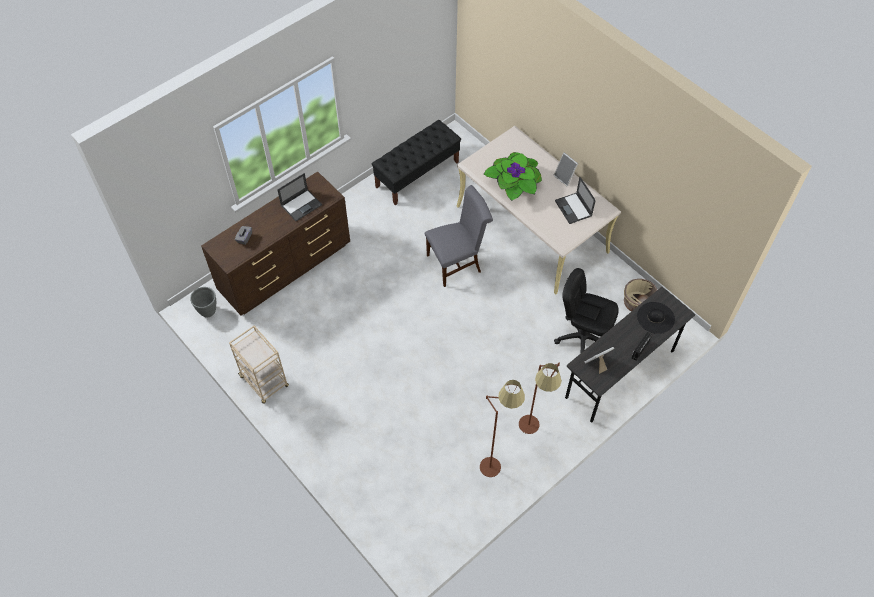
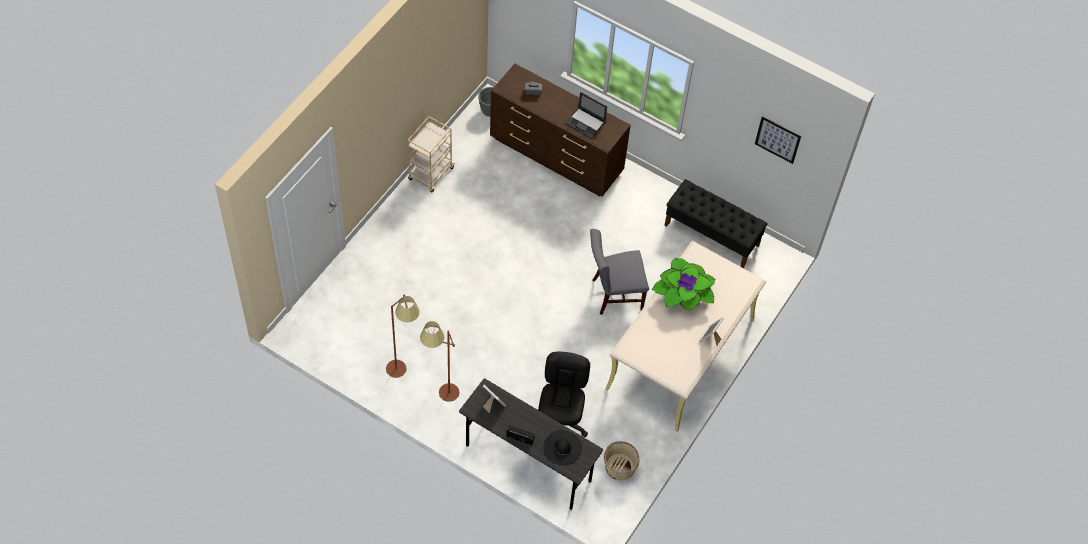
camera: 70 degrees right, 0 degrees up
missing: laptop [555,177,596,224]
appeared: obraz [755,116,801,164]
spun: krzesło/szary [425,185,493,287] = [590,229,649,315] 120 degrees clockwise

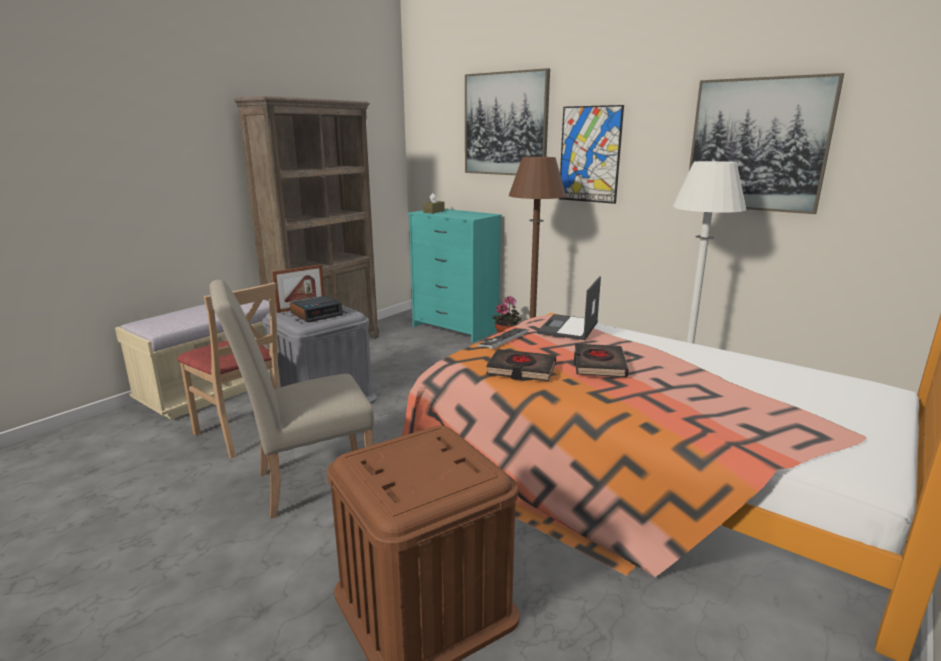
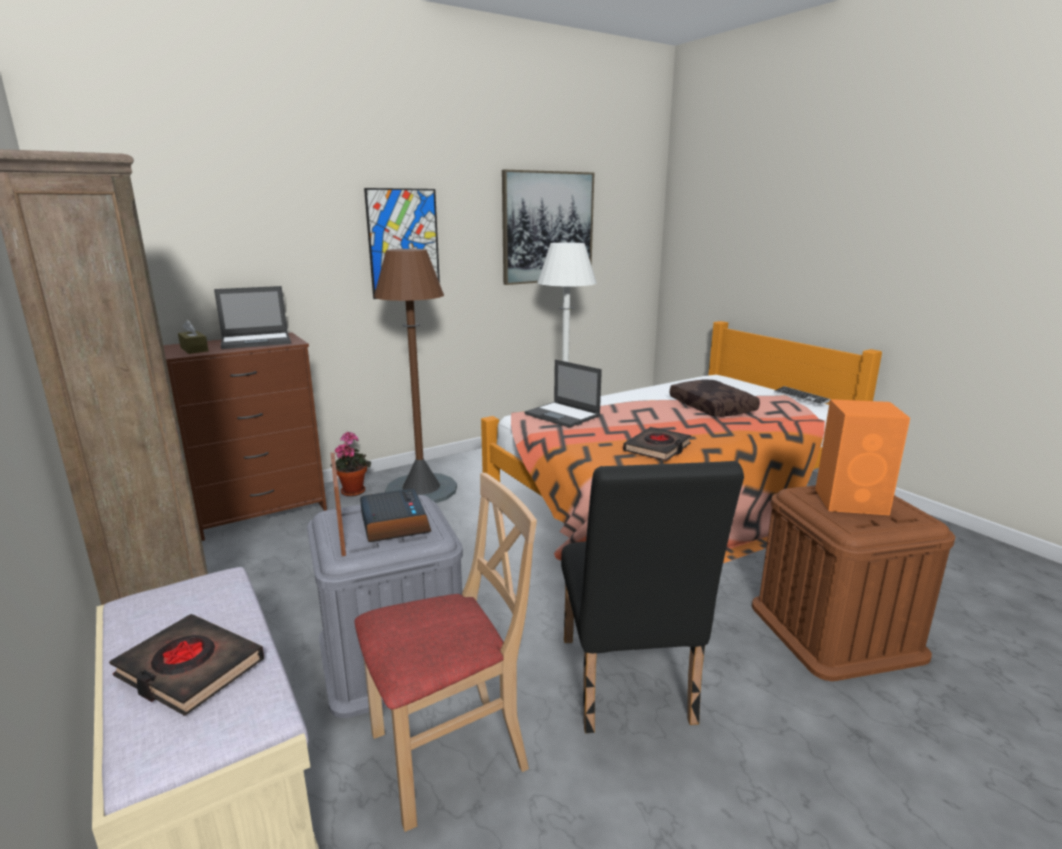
camera: 70 degrees left, 0 degrees up
missing: obraz [465,68,550,175]
appeared: laptop [214,286,291,349]; poduszka/brązowy [670,379,760,417]; głośnik/pomarańczowy [815,399,910,515]
relocated: klawiatura [477,328,529,349] to [774,386,830,405]; książka/czarny [574,343,629,377] to [109,614,264,716]
colour: krzesło/beżowy [209,280,374,518] to krzesło/czarny [561,461,744,733]; komoda/turkusowy [408,209,502,343] to komoda/brązowy [163,333,327,541]

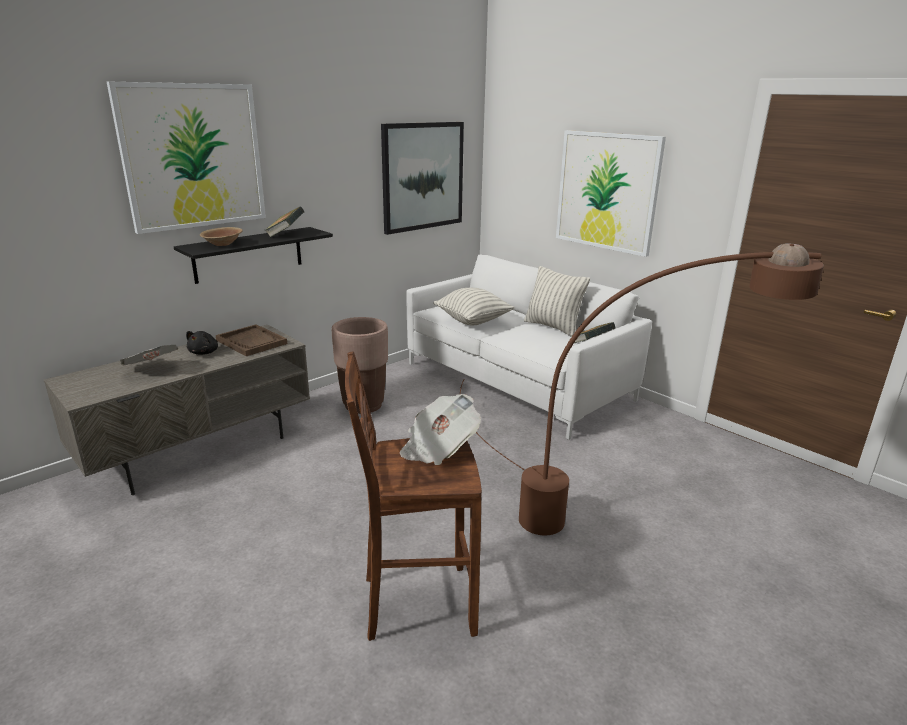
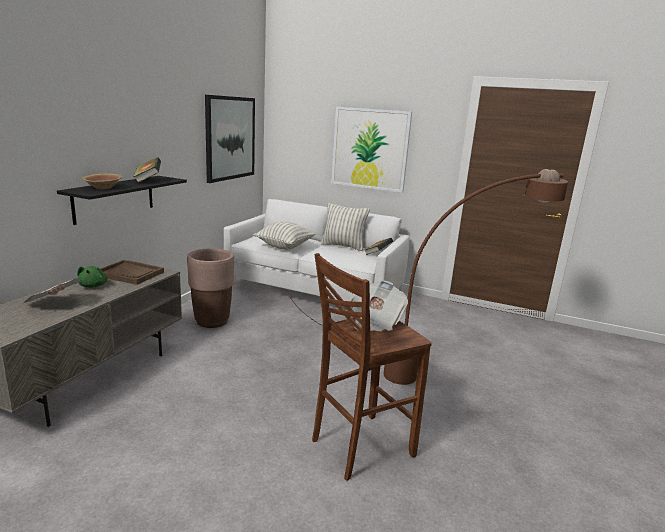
camera: 25 degrees left, 5 degrees down
missing: obraz [107,81,266,234]
colour: pluszak/czarny [186,331,218,355] to pluszak/zielony [77,266,108,288]

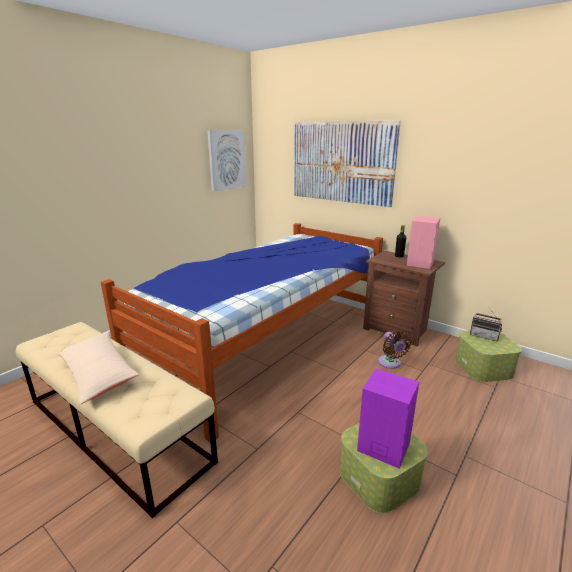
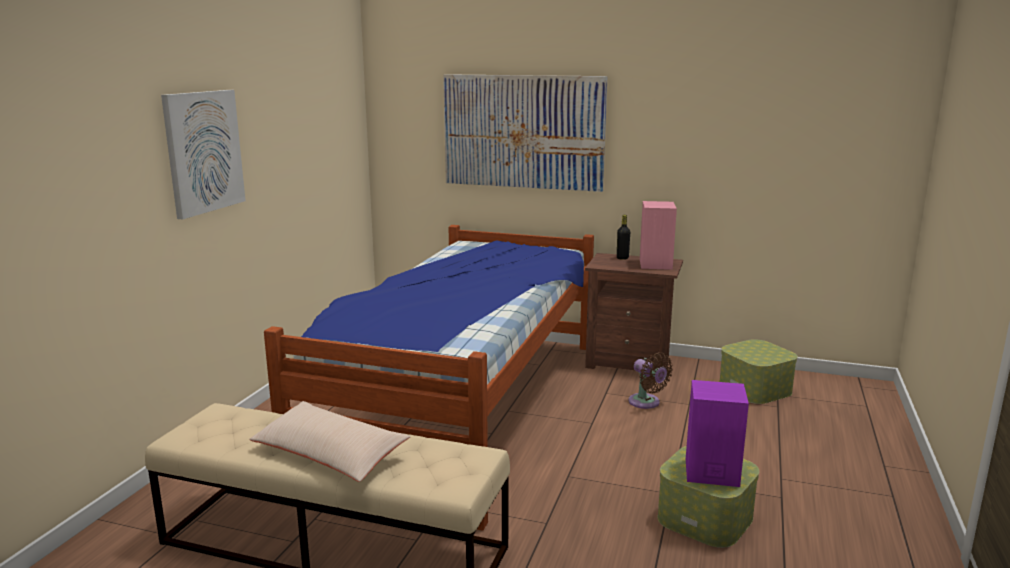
camera: 20 degrees left, 5 degrees down
missing: radio [470,307,502,341]
relocated: obraz [207,130,247,191] to [161,90,246,219]

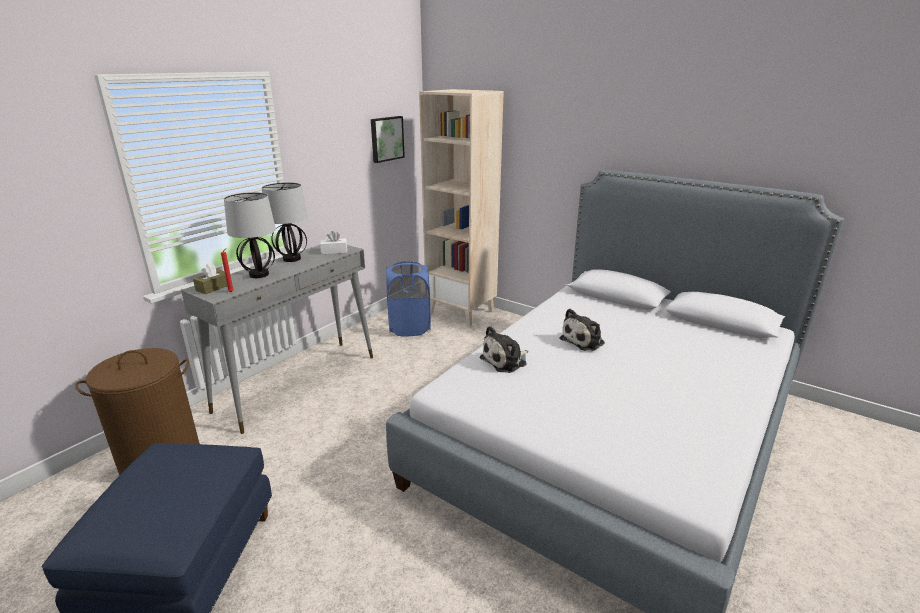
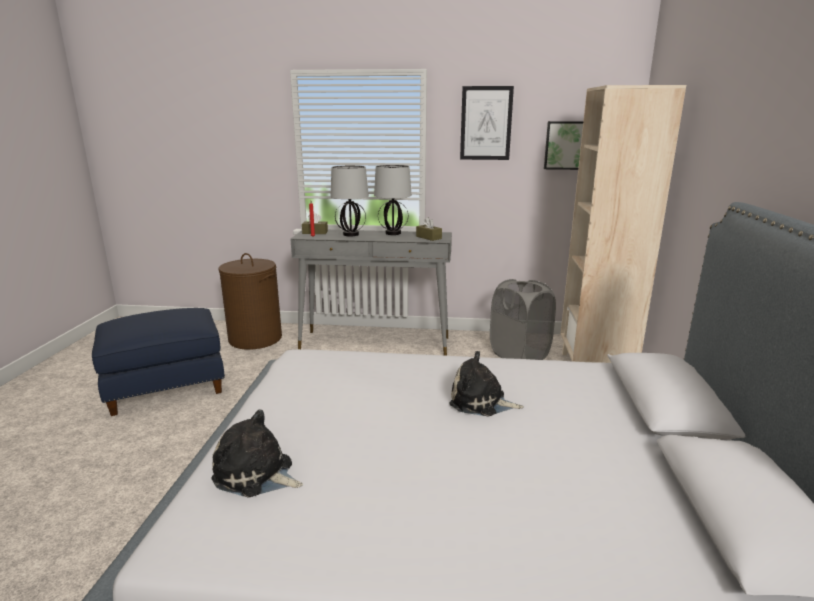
camera: 60 degrees right, 5 degrees down
appeared: obraz [460,86,514,160]
relocated: pluszak [480,326,528,373] to [211,409,303,498]
colour: pudełko chusteczek/biały [320,231,347,254] to pudełko chusteczek/brązowy [416,217,442,241]; kosz na pranie/niebieski [386,261,431,336] to kosz na pranie/szary [490,279,556,360]

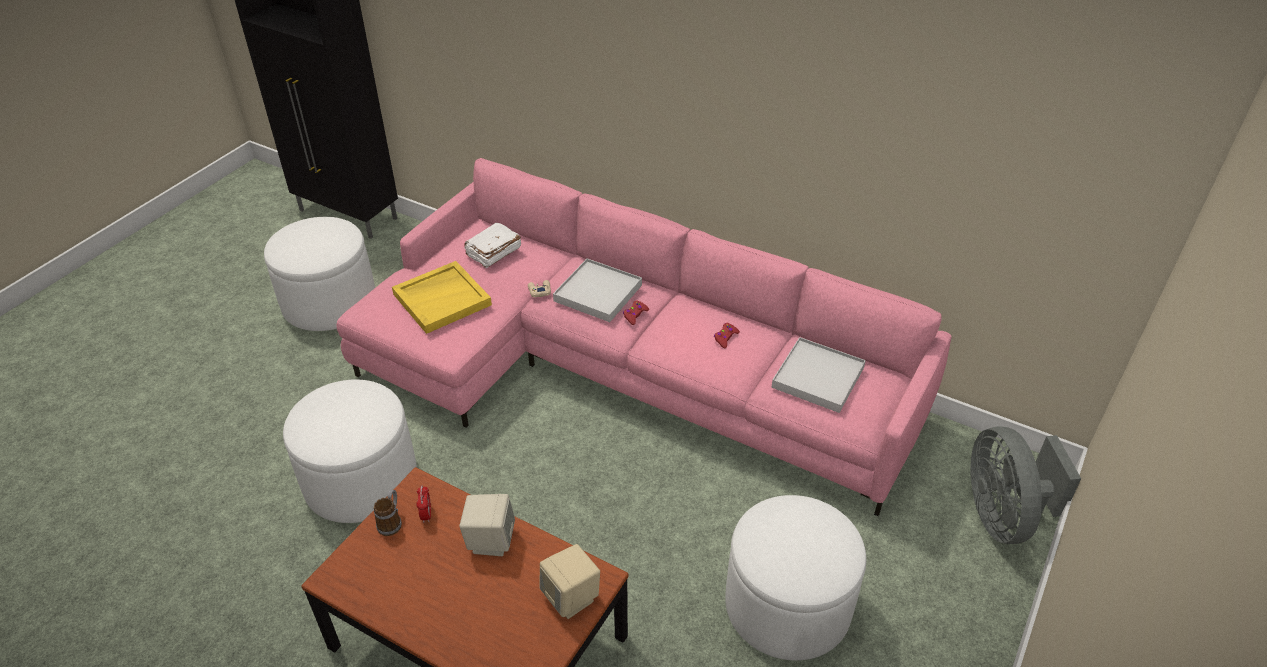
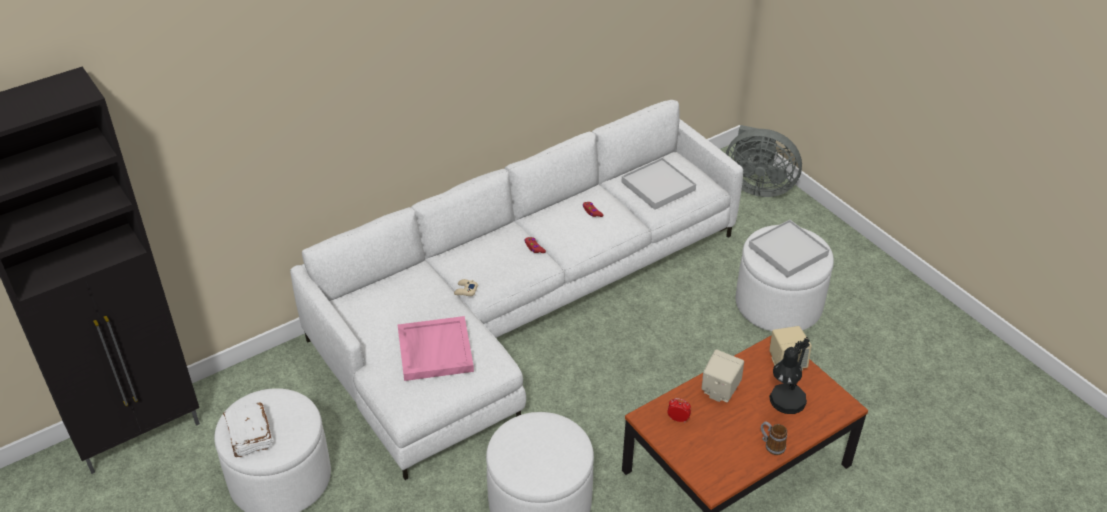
camera: 65 degrees left, 0 degrees up
appeared: lampa stołowa/czarny [769,337,810,414]
relocated: kubek [374,489,402,536] to [761,422,787,455]; książka/biały [464,223,521,268] to [223,402,273,457]; taca/biały [553,258,642,322] to [748,220,829,278]
colour: kanapa/różowy [336,158,952,516] to kanapa/biały [290,100,743,480]; taca/żółty [392,261,492,334] to taca/różowy [398,316,474,381]

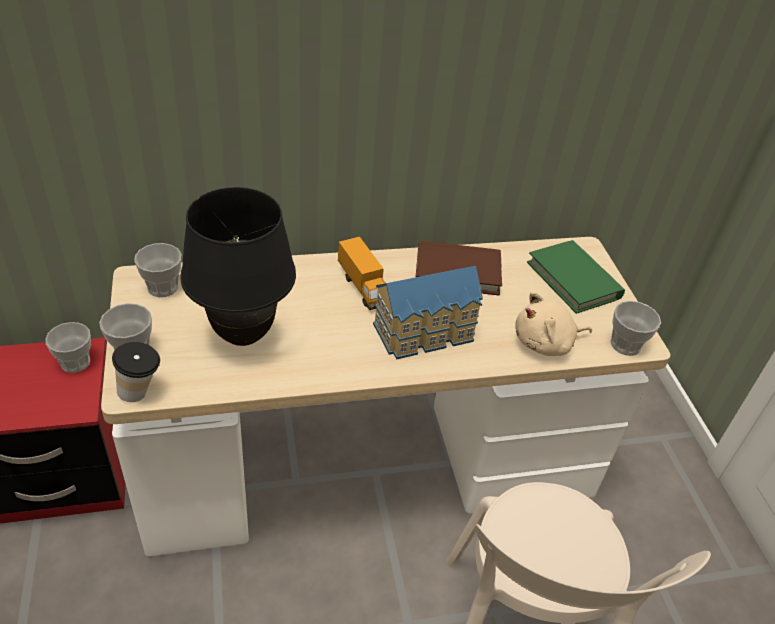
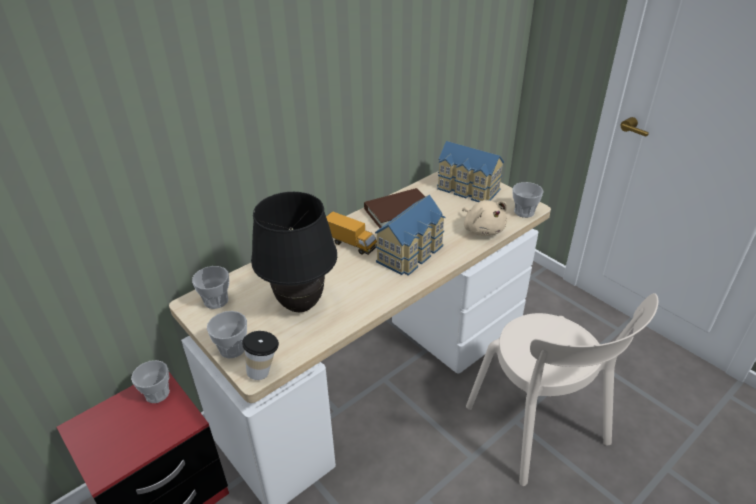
camera: 25 degrees left, 5 degrees down
exchanged: książka/zielony [527,240,625,314] to domek [437,141,504,202]
spun: pluszak/beżowy [515,292,593,356] = [462,200,507,236] 75 degrees counterclockwise

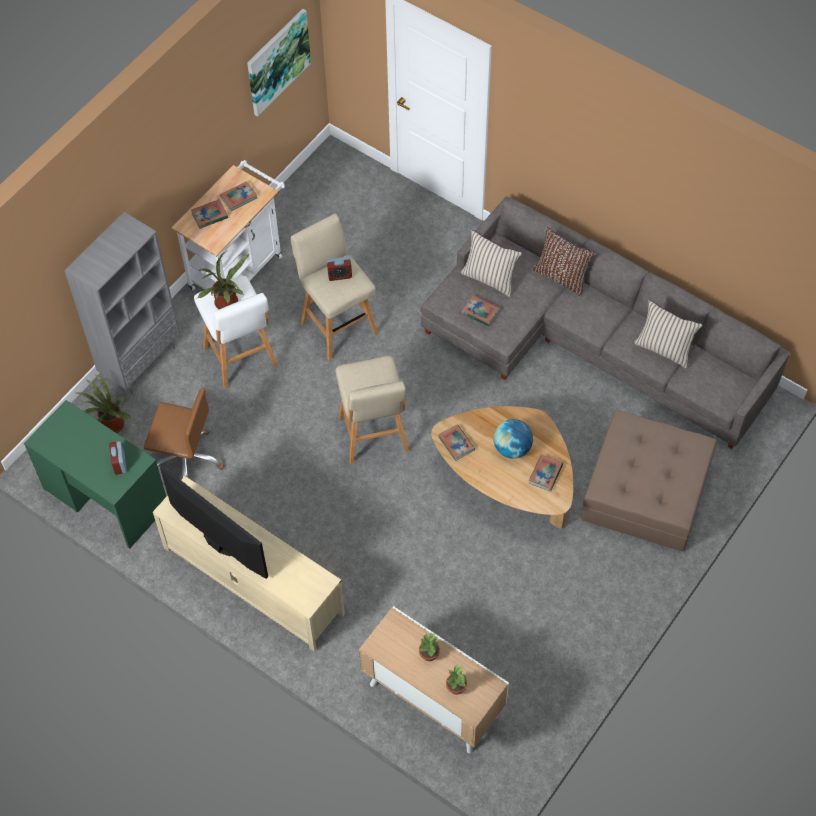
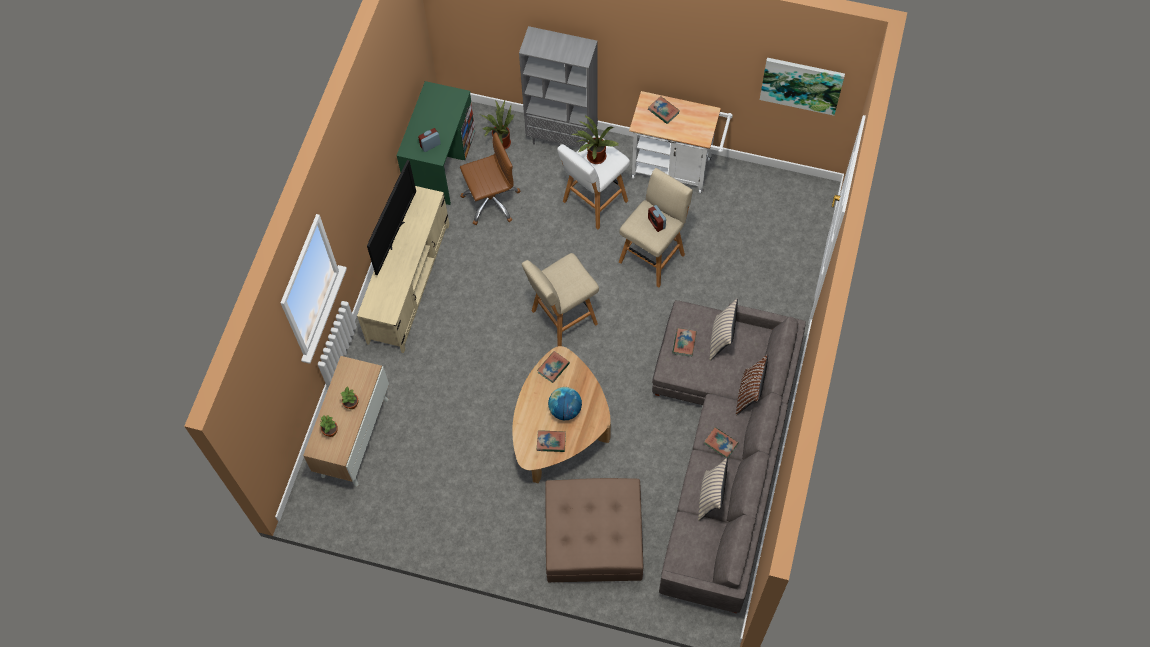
camera: 70 degrees right, 5 degrees up
relocated: książka [220,181,257,211] to [704,427,739,458]
spun: krzesło biurowe/brązowy [144,387,224,479] = [460,132,520,225] 105 degrees counterclockwise

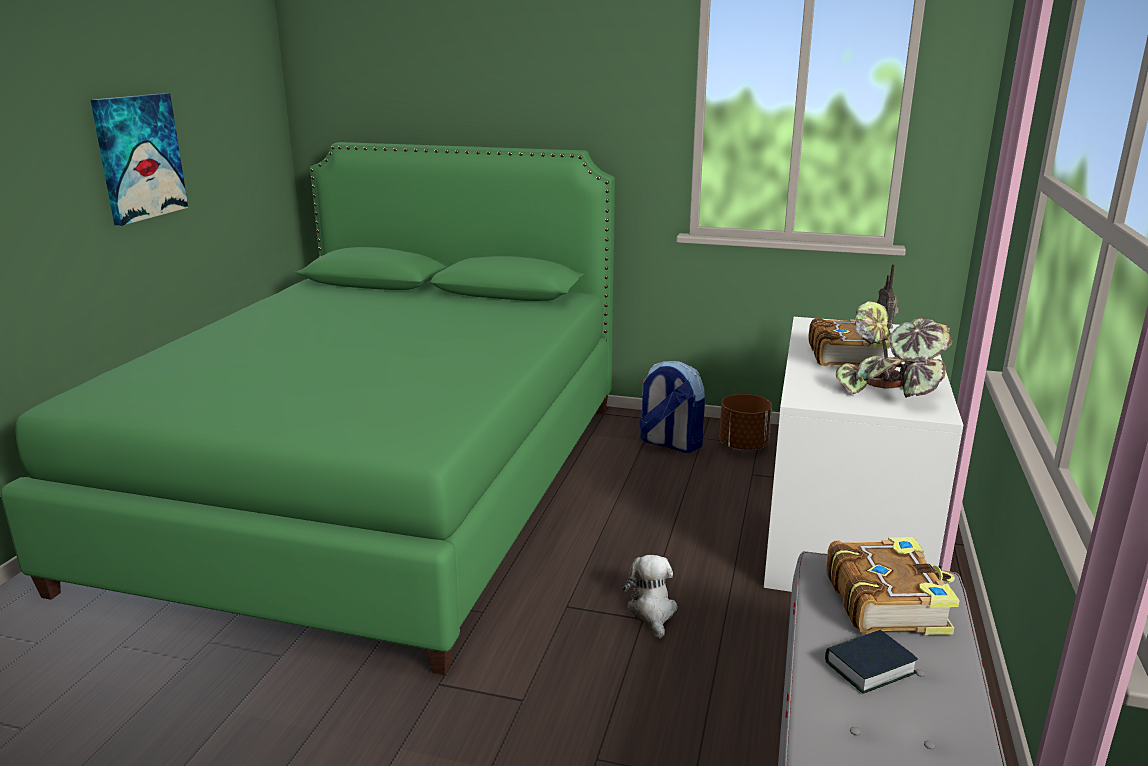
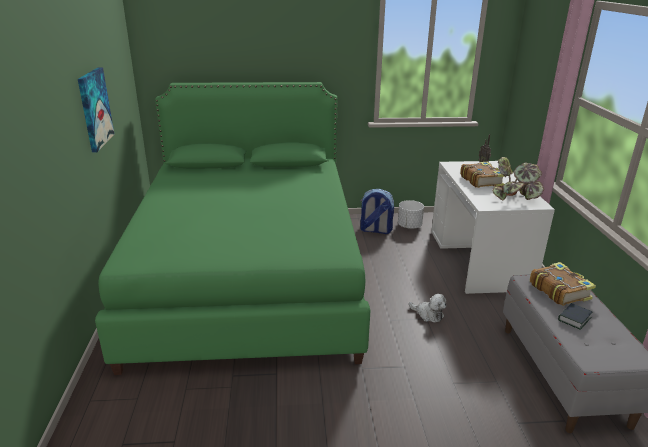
camera: 20 degrees left, 5 degrees up
colour: donica/brązowy [719,394,772,451] to donica/biały [398,200,424,229]
spun: pluszak [623,555,677,639] = [409,294,446,323] 150 degrees clockwise

